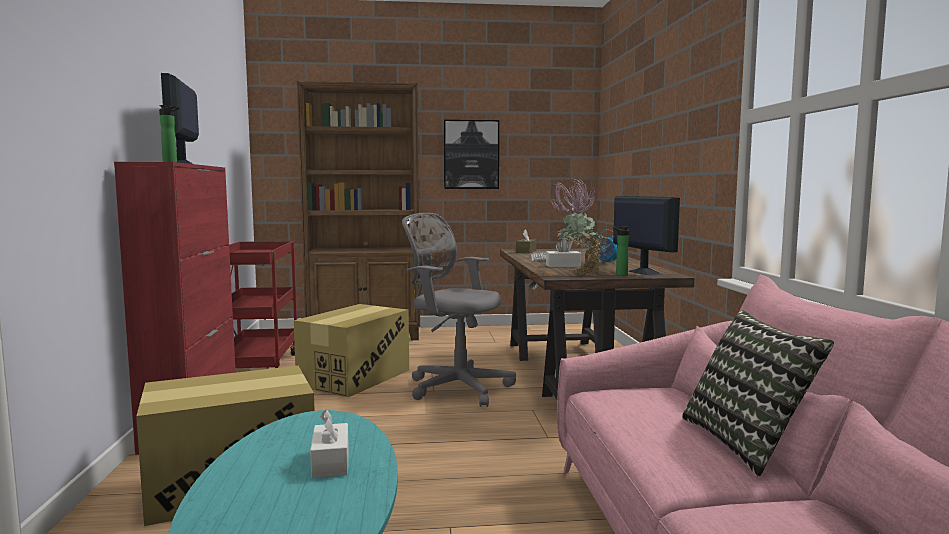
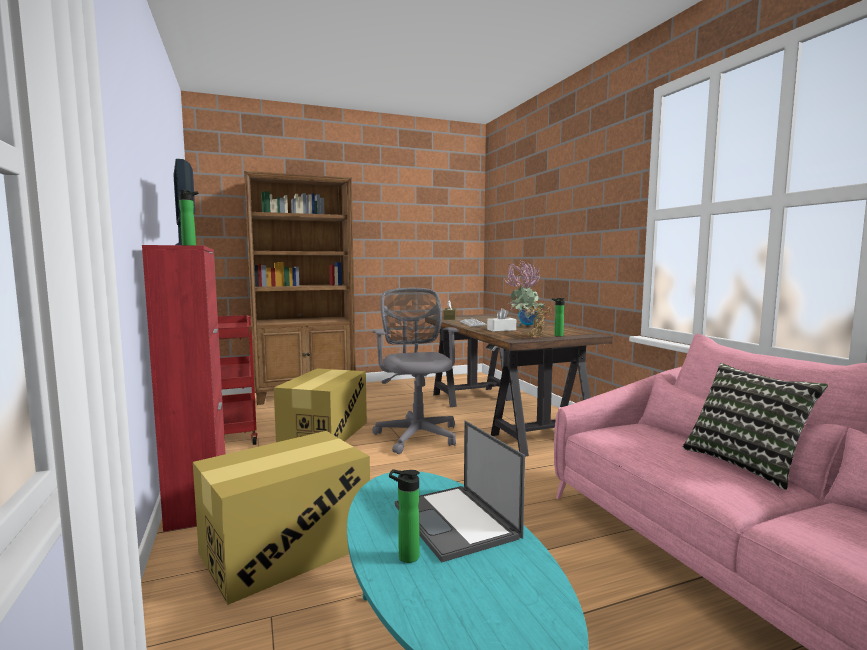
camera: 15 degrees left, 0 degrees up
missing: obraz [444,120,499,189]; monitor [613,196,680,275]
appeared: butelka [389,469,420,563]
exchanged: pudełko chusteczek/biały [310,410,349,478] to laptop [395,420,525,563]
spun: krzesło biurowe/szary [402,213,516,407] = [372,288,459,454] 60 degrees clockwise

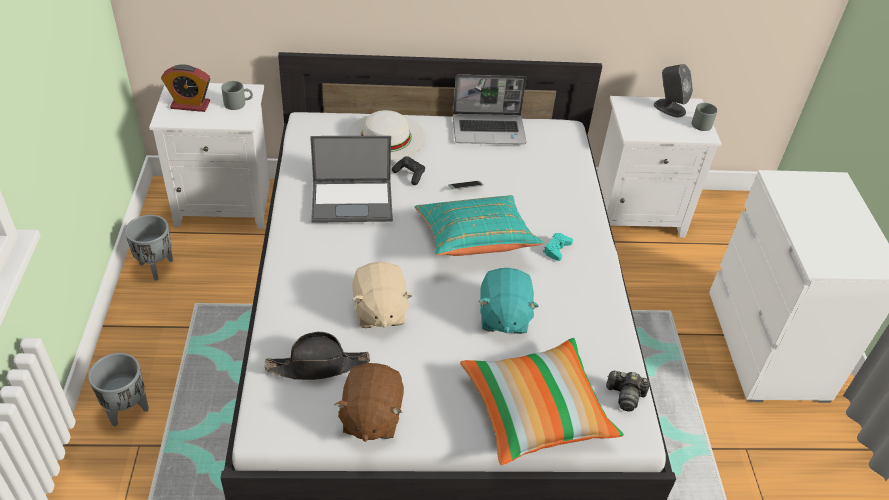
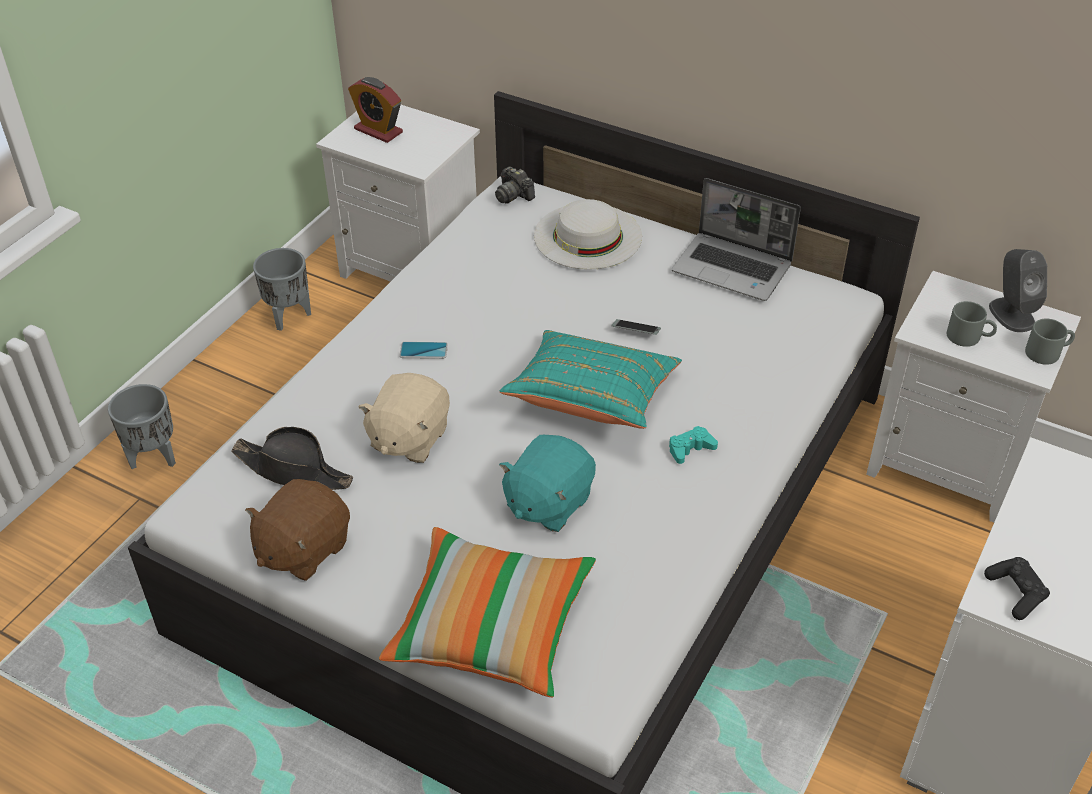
camera: 35 degrees right, 0 degrees up
missing: laptop [310,136,393,223]
appeared: telefon [399,342,448,359]
relocated: kubek/szary [221,81,253,110] to [947,301,997,347]; pad do gier/czarny [392,156,425,185] to [984,557,1050,620]; aparat fotograficzny [606,371,650,412] to [495,166,535,204]

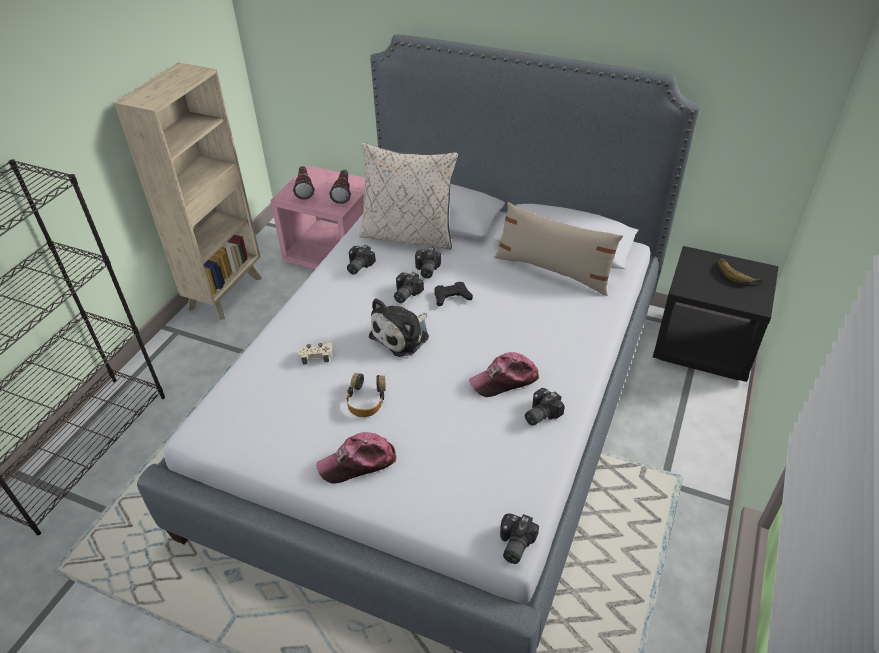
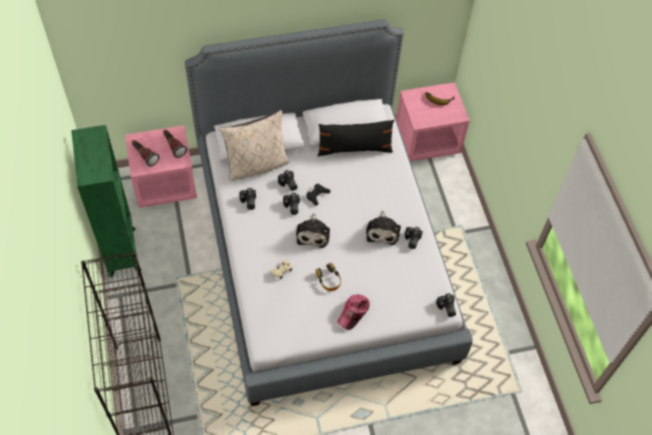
camera: 40 degrees left, 15 degrees up
exchanged: czapka z daszkiem [469,352,539,397] to pluszak [366,211,401,245]
colour: regał/beżowy [114,62,262,320] to regał/zielony [71,125,141,277]; poduszka/beżowy [494,202,623,296] to poduszka/czarny [318,120,394,156]; szafka nocna/czarny [653,246,779,382] to szafka nocna/różowy [396,82,470,162]

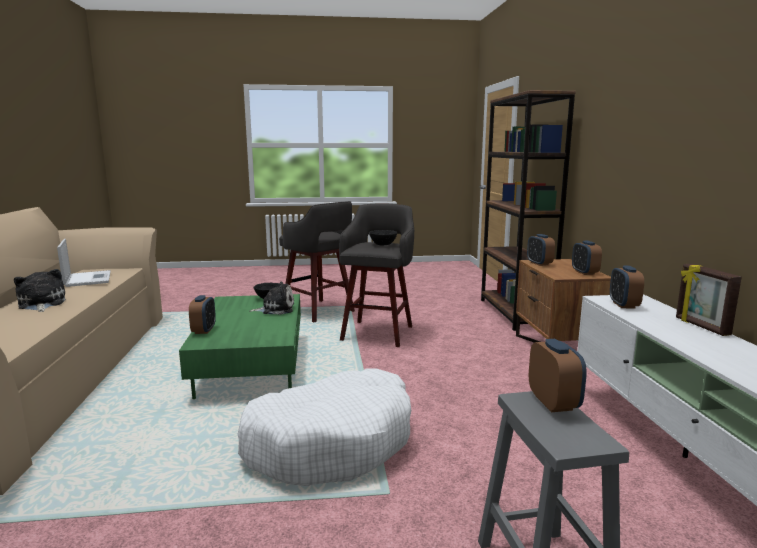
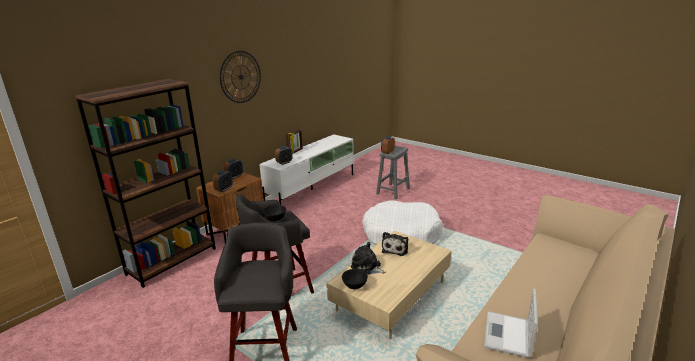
camera: 135 degrees left, 10 degrees up
missing: budzik [189,295,216,334]
appeared: zegar ścienny [220,51,261,103]
relocated: pluszak [14,269,66,312] to [382,232,408,256]
colour: ława/zielony [179,294,301,399] to ława/beżowy [326,231,451,339]

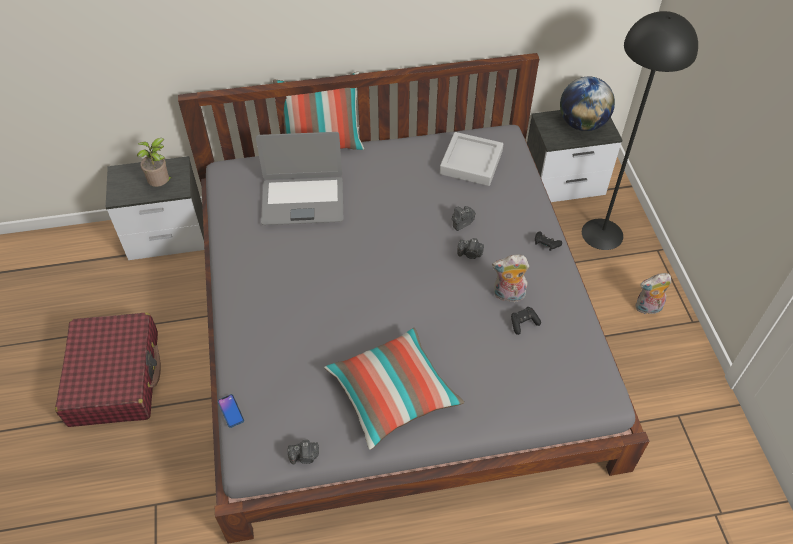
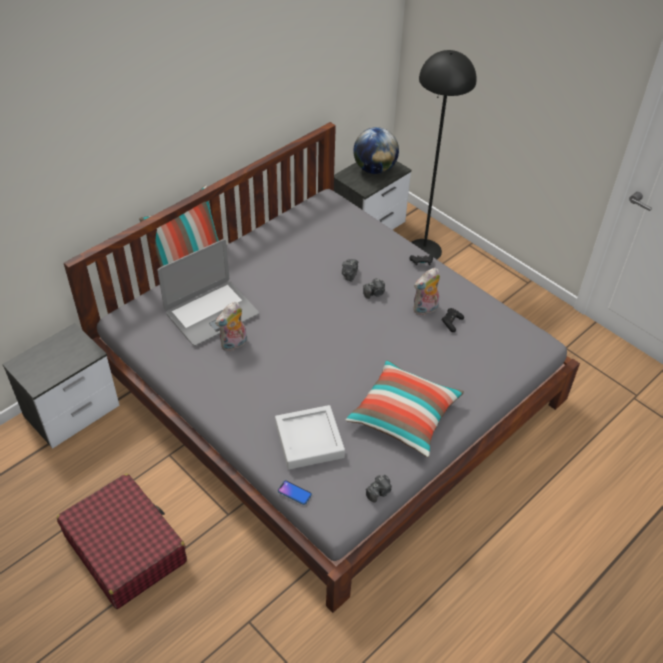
camera: 35 degrees left, 5 degrees down
missing: roślina doniczkowa [137,138,173,187]
relocated: taca/szary [440,132,503,186] to [275,405,345,470]; pluszak [635,273,671,314] to [215,302,247,351]

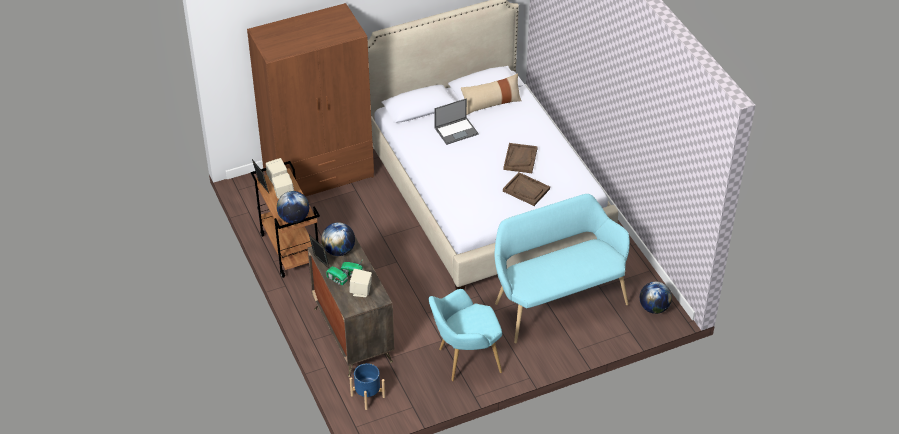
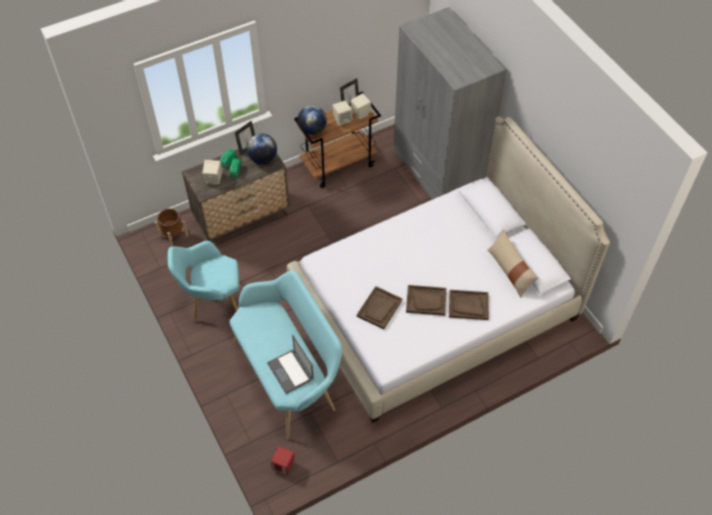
camera: 85 degrees right, 10 degrees up
appeared: taca/brązowy [449,290,489,320]
relocated: laptop [434,98,479,145] to [267,335,314,394]
exchanged: globus [640,281,672,314] to głośnik/czerwony [271,446,294,475]
colour: szafa/brązowy [247,3,374,197] to szafa/szary [393,7,507,200]; donica/niebieski [350,363,385,410] to donica/brązowy [155,208,188,247]
spun: fotel/turkusowy [429,289,502,381] = [168,241,240,322] 75 degrees counterclockwise

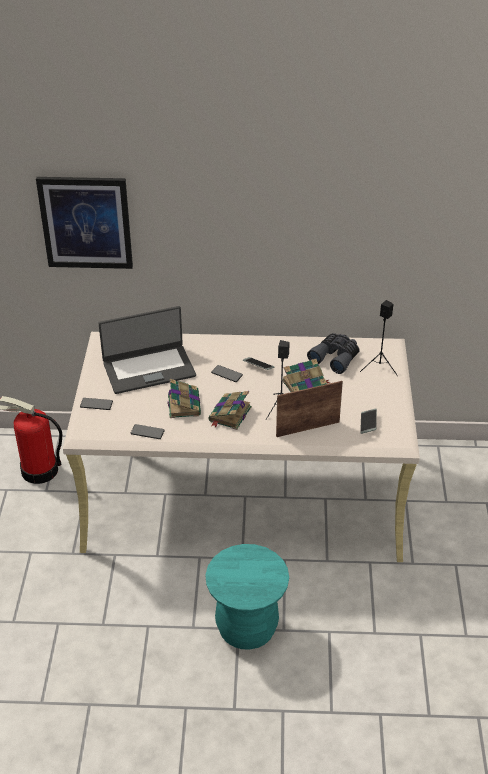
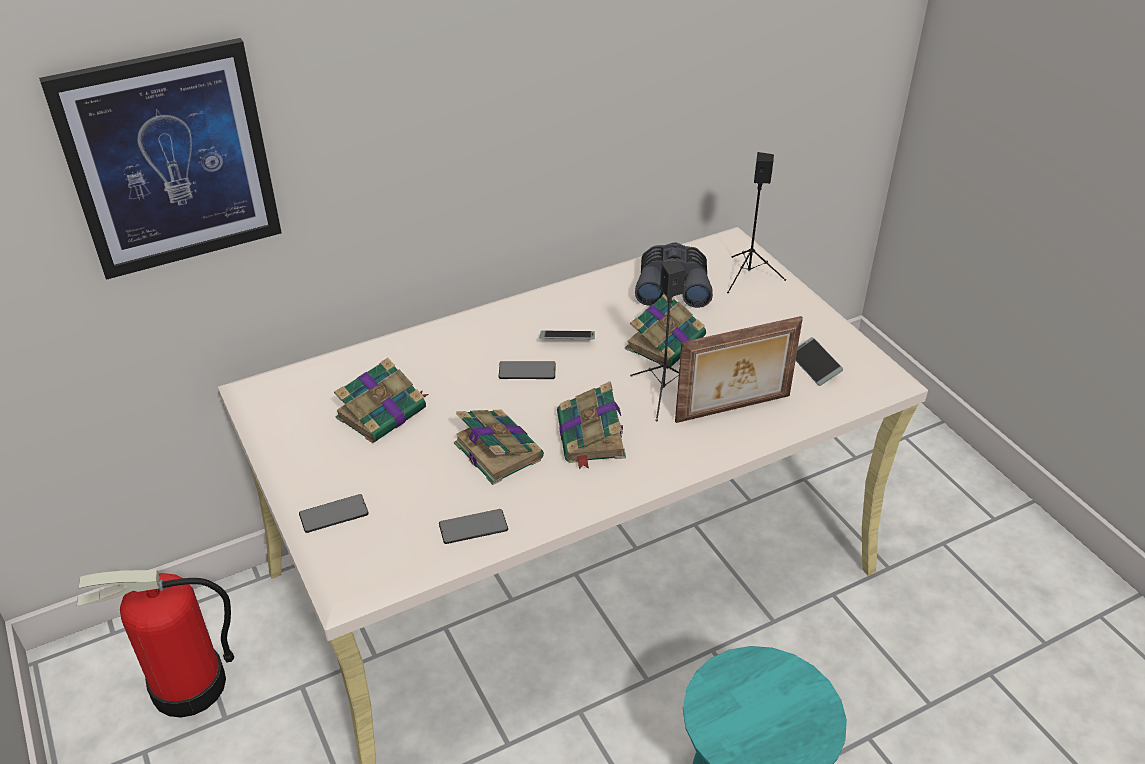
camera: 30 degrees left, 0 degrees up
exchanged: laptop [98,306,196,394] to książka [334,358,429,443]
spun: ramka na zdjęcie [276,381,343,437] = [675,316,803,423] 150 degrees counterclockwise

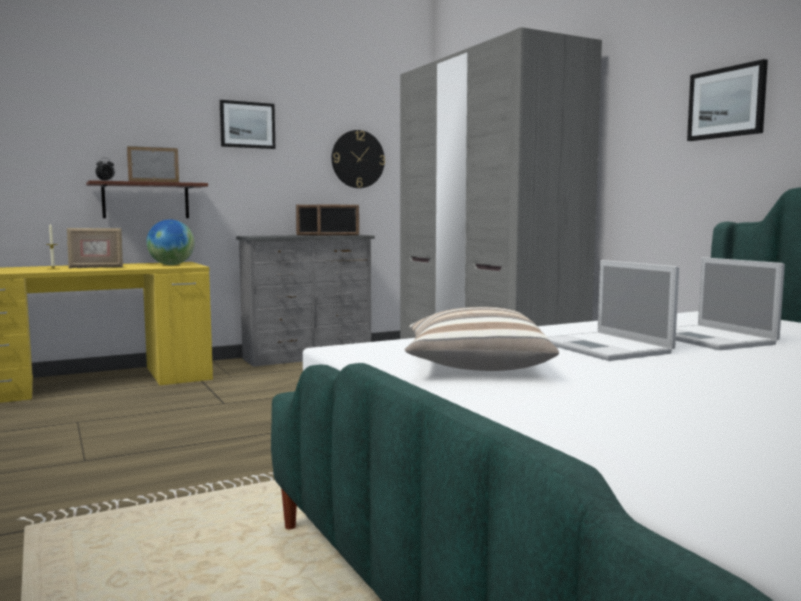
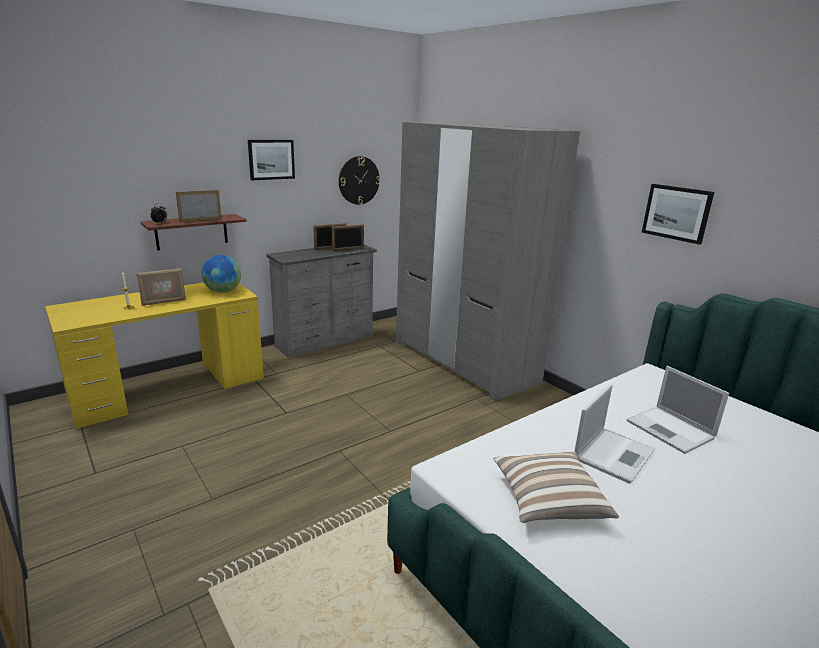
camera: 10 degrees left, 15 degrees up
spun: laptop [548,260,679,361] = [574,384,655,484] 105 degrees counterclockwise

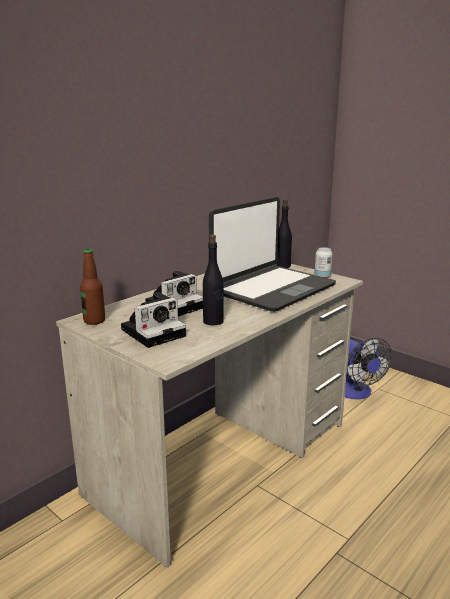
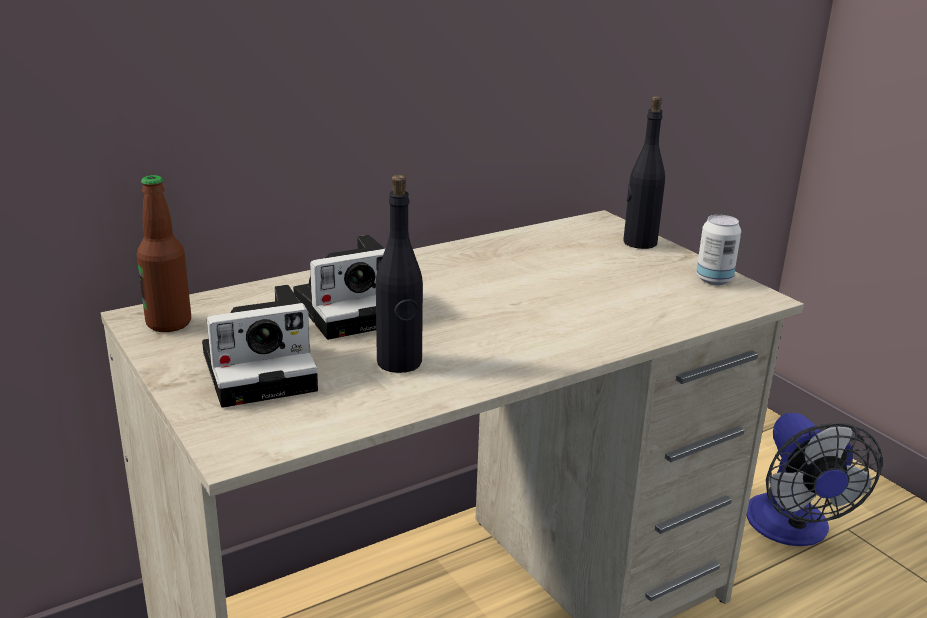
camera: 15 degrees right, 5 degrees up
missing: laptop [209,197,336,312]

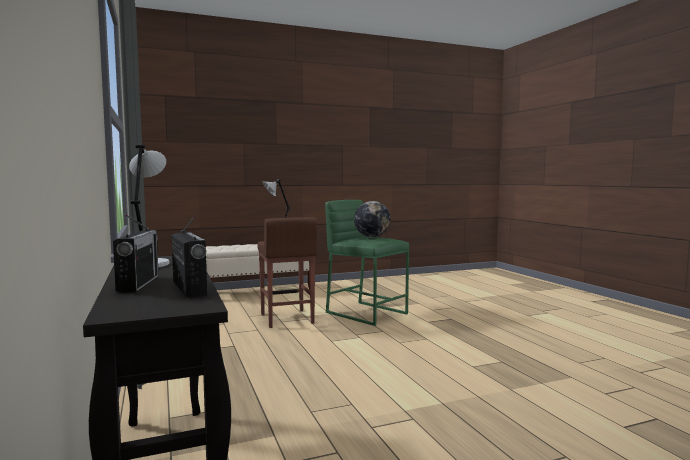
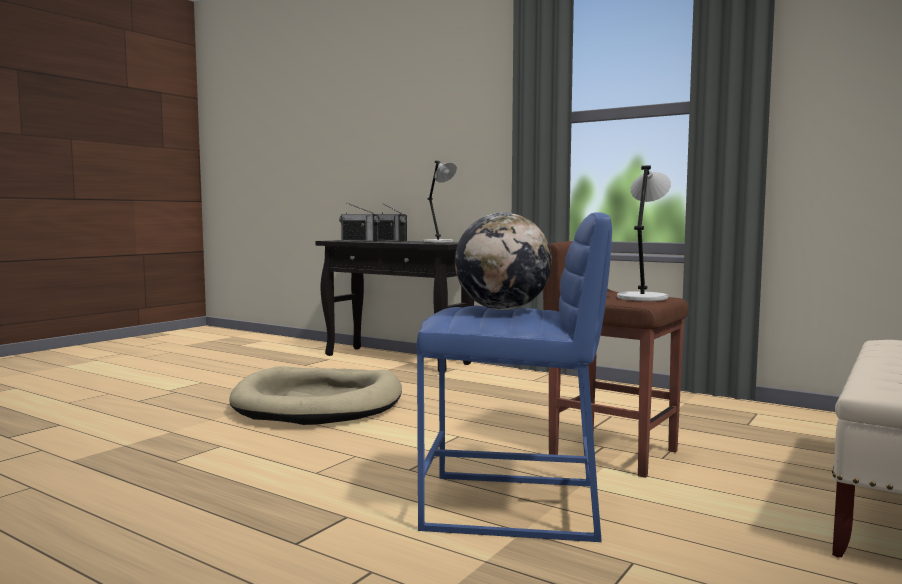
camera: 145 degrees right, 0 degrees up
appeared: legowisko/beżowy [230,366,402,425]
colour: stołek/zielony [325,200,409,326] to stołek/niebieski [417,212,612,542]

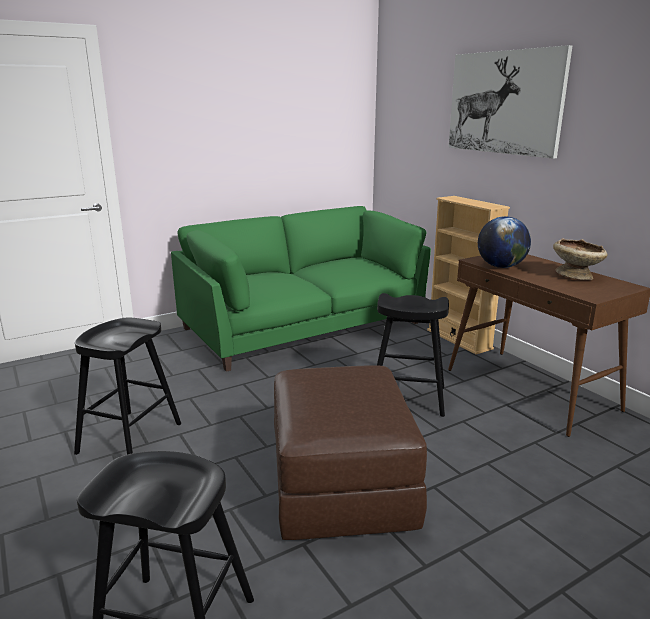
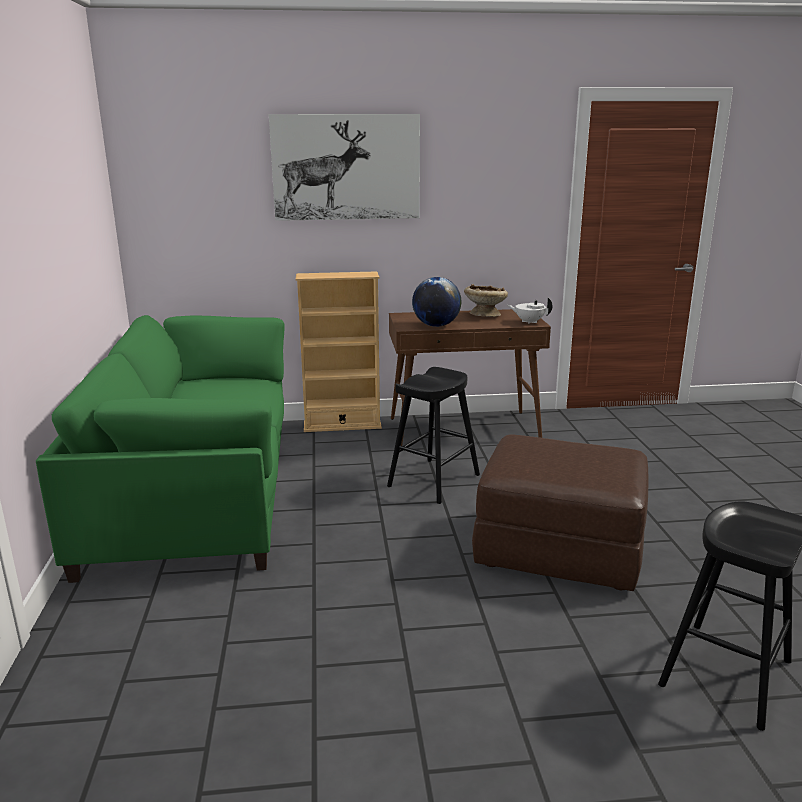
camera: 65 degrees left, 0 degrees up
missing: stołek/czarny [74,318,181,455]
appeared: imbryk/biały [508,297,553,324]

